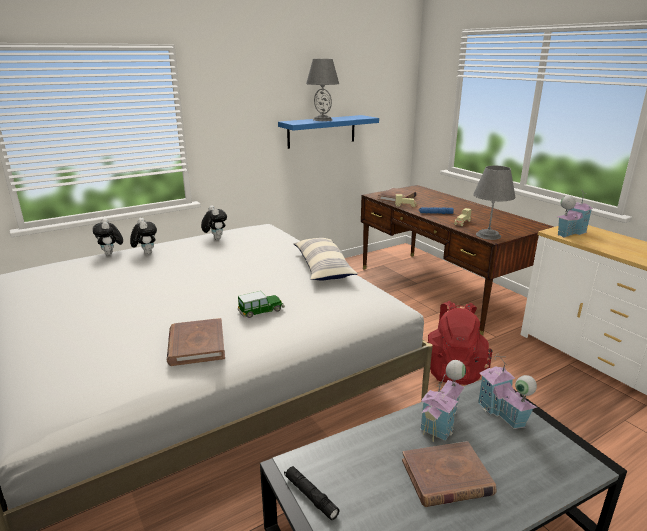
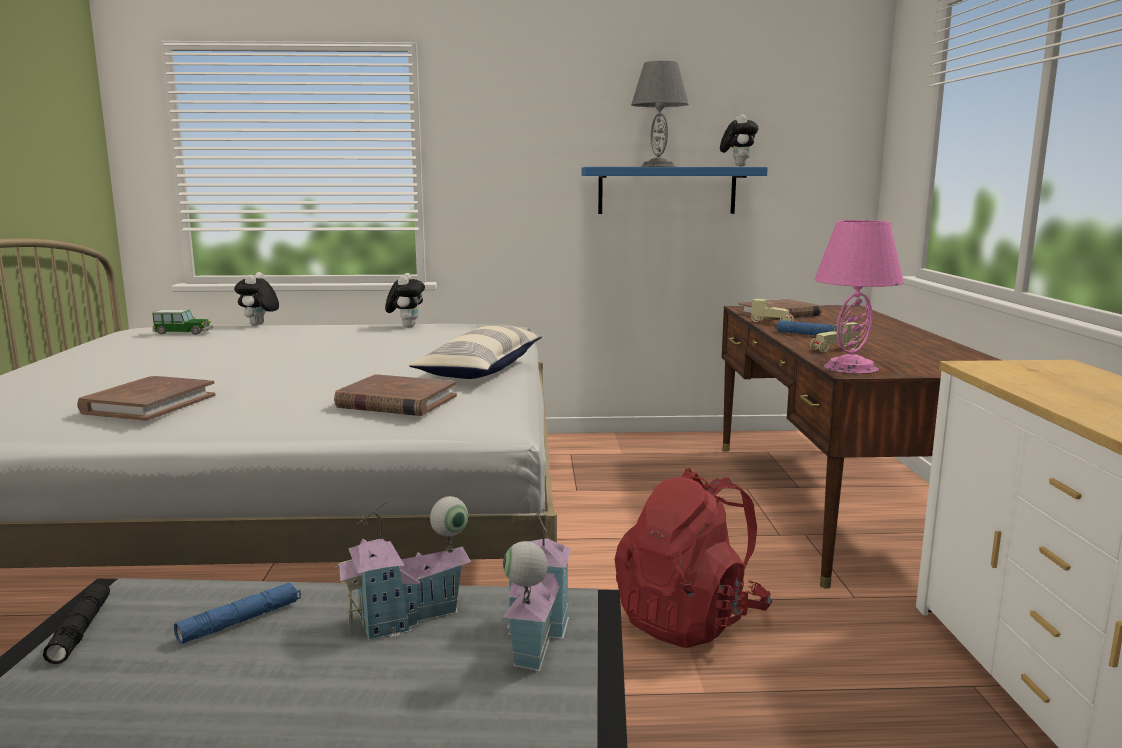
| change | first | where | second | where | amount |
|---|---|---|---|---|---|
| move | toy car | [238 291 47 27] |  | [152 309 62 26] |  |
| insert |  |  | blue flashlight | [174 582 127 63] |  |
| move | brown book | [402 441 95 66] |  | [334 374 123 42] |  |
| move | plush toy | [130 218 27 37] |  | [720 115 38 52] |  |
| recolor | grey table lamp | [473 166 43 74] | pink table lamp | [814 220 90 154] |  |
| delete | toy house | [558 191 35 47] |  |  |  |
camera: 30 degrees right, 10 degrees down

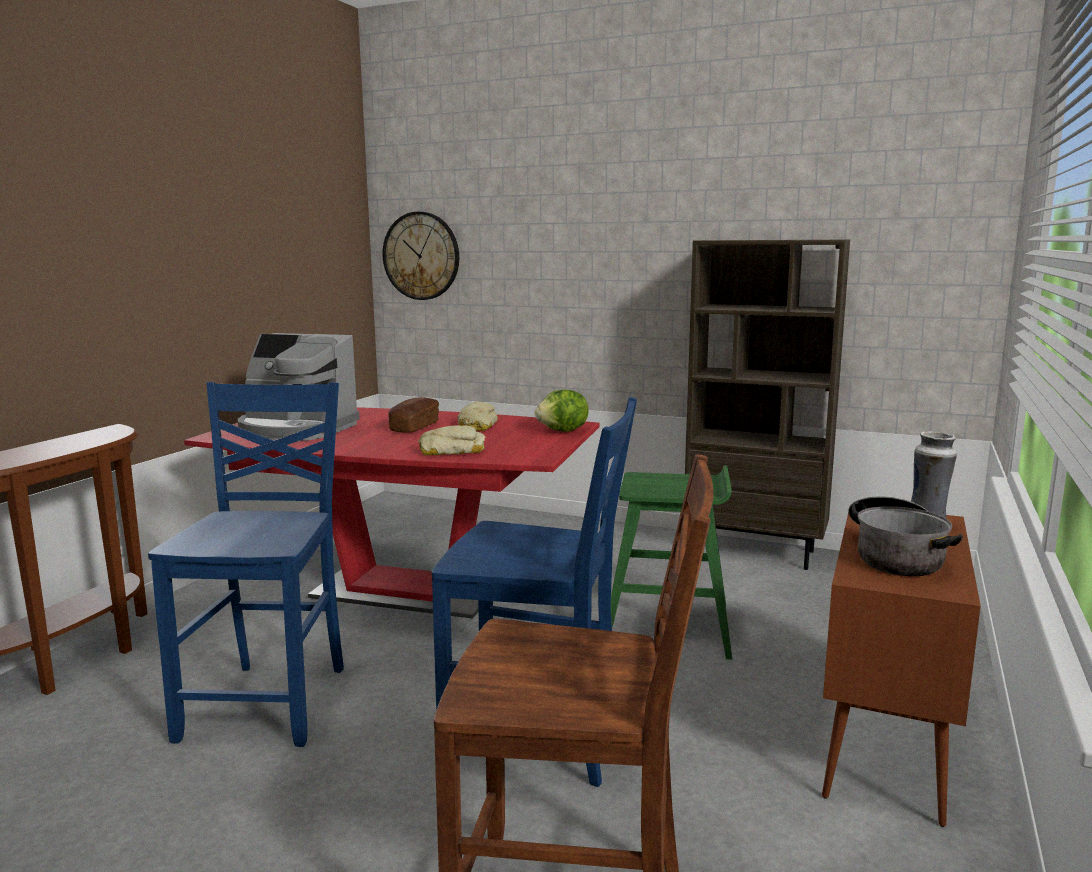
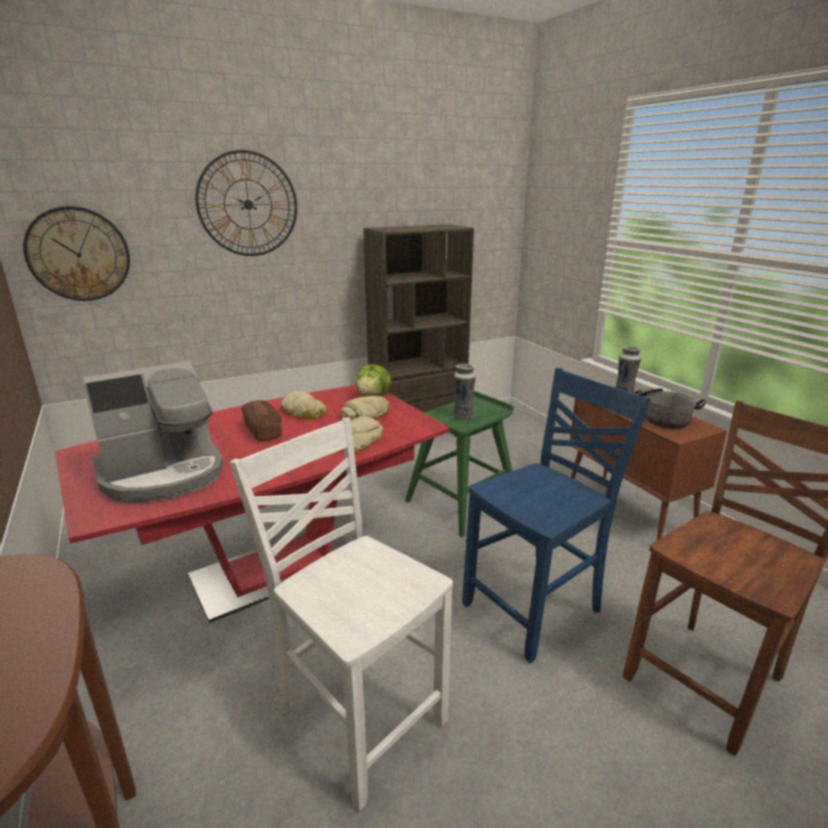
| change | first | where | second | where | amount |
|---|---|---|---|---|---|
| insert |  |  | wall clock | [195 150 102 106] |  |
| recolor | blue chair | [148 382 196 365] | white chair | [230 417 223 394] |  |
| insert |  |  | bread | [341 395 49 25] |  |
| insert |  |  | vase | [453 364 23 56] |  |
camera: 50 degrees left, 10 degrees up

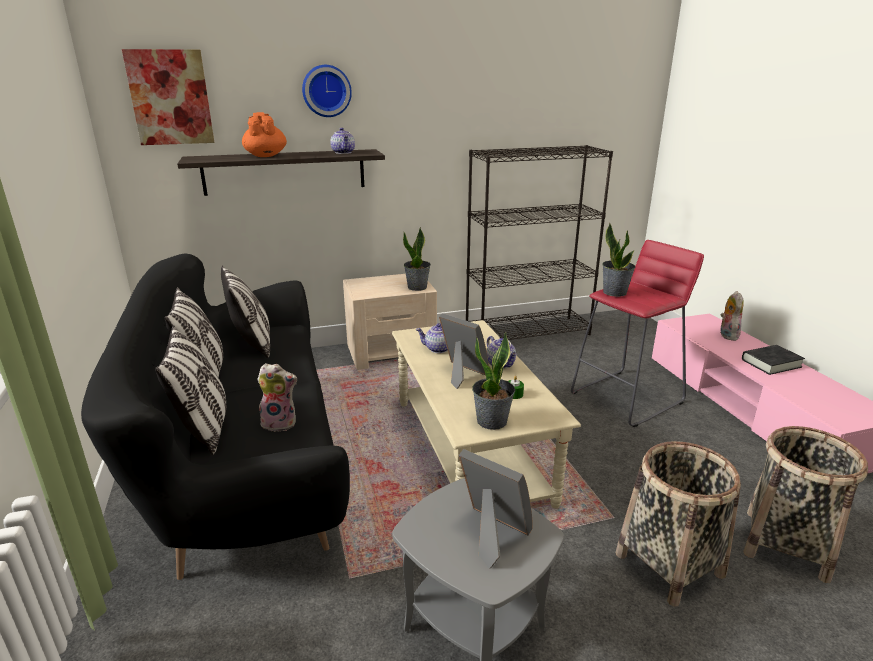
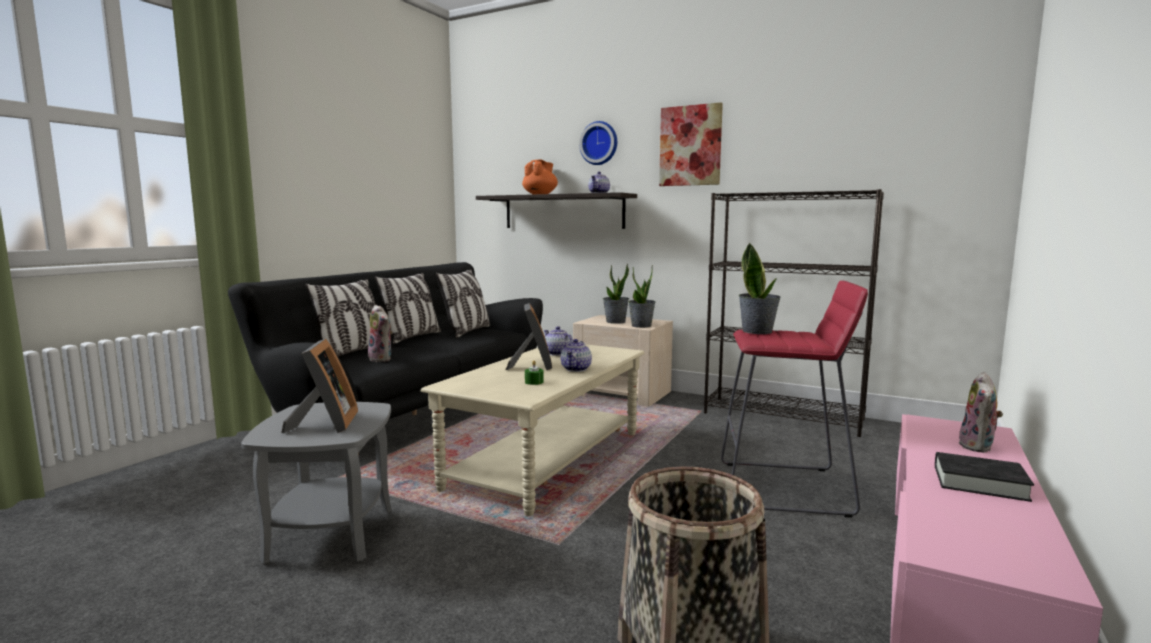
| change | first | where | second | where | amount |
|---|---|---|---|---|---|
| move | potted plant | [472 332 43 98] |  | [603 264 26 60] |  |
| move | picture | [122 49 92 96] |  | [659 102 64 84] |  |
| rotate | plush toy | [720 291 24 50] |  | [958 372 45 81] | 150 degrees clockwise |
| delete | basket | [616 441 125 166] |  |  |  |
camera: 45 degrees right, 15 degrees down

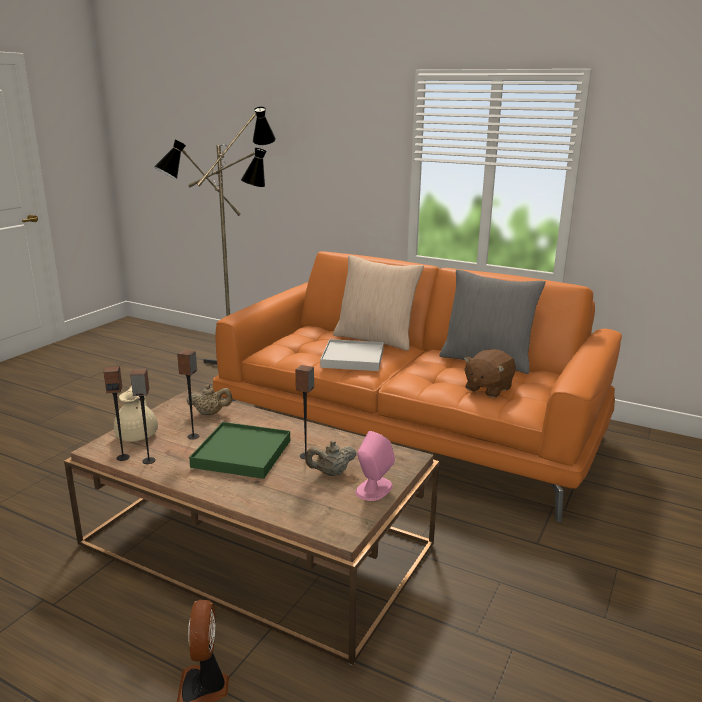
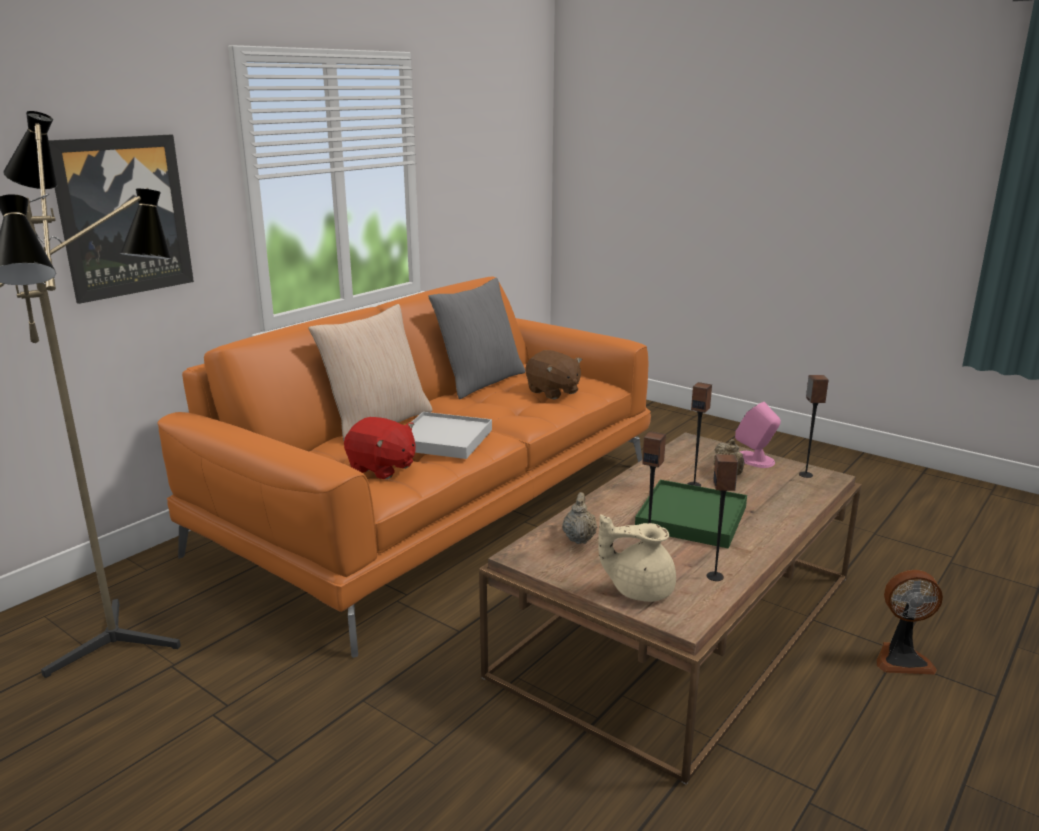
| change | first | where | second | where | amount |
|---|---|---|---|---|---|
| insert |  |  | picture | [49 135 145 169] |  |
| insert |  |  | red plush toy | [344 417 71 62] |  |
| move | speaker | [104 366 26 95] |  | [799 375 30 103] |  |
camera: 80 degrees left, 0 degrees up

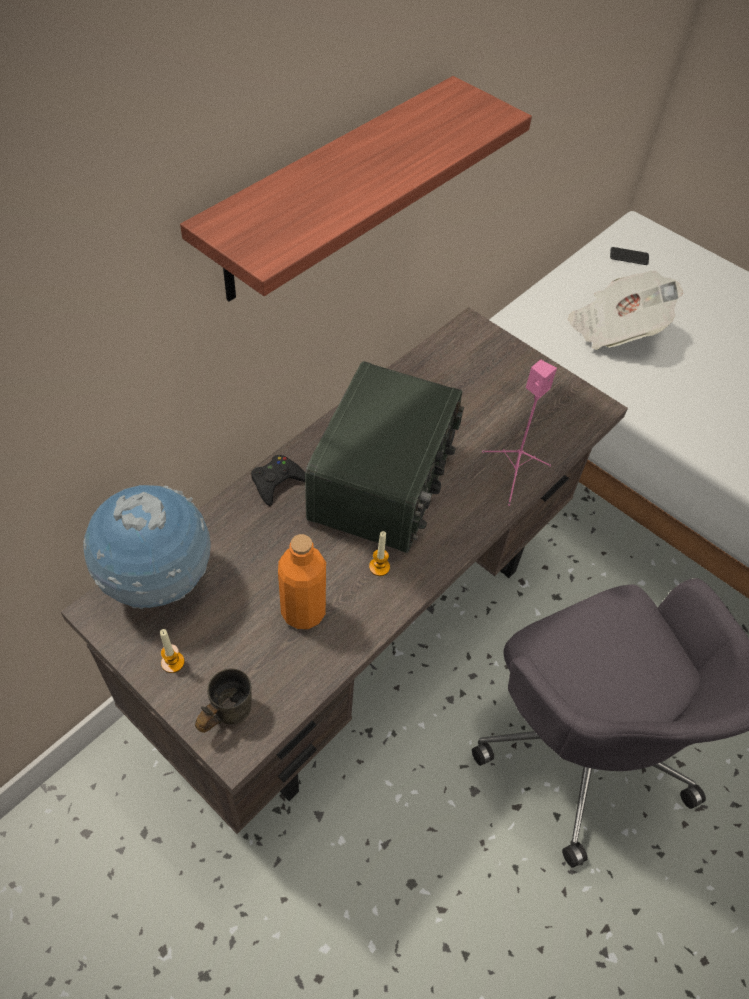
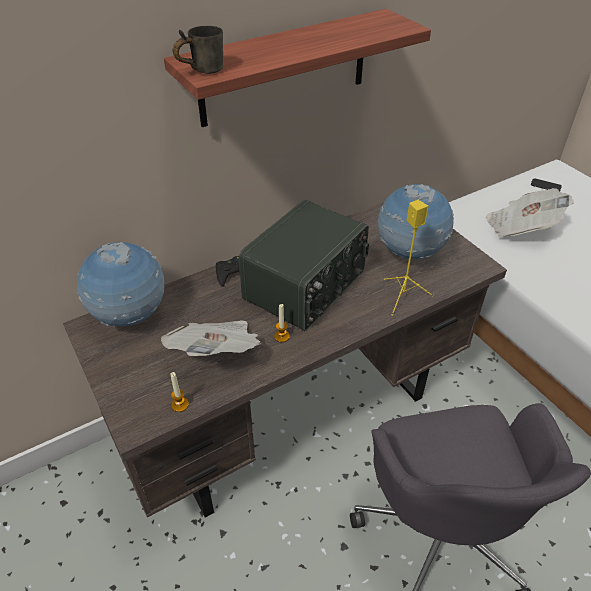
| change | first | where | second | where | amount |
|---|---|---|---|---|---|
| replace | orange bottle | [278 534 48 95] | newspaper | [161 320 100 36] |  |
| move | candle | [160 629 25 44] |  | [170 372 19 40] |  |
| move | grey mug | [195 668 57 65] |  | [173 26 50 48] |  |
| insert |  |  | globe | [377 184 77 75] |  |
| recolor | pink speaker | [482 360 75 146] | yellow speaker | [384 200 49 116] |  |
camera: 20 degrees right, 10 degrees down

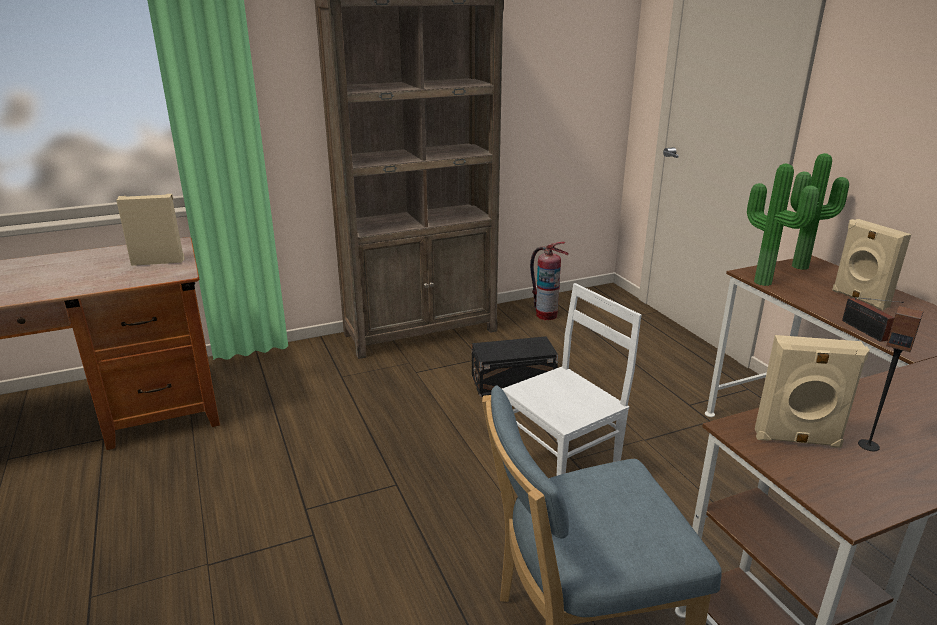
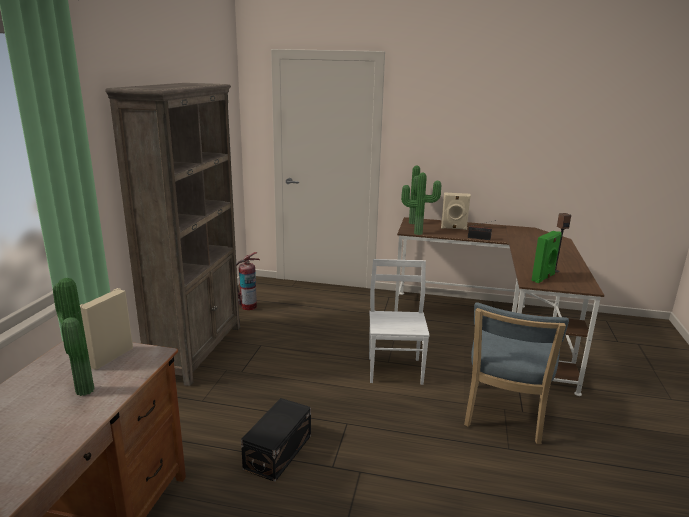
| change | first | where | second | where | amount |
|---|---|---|---|---|---|
| insert |  |  | potted plant | [53 278 41 118] |  |
| move | black storage box | [472 336 86 61] |  | [241 398 70 84] |  |
| recolor | beige speaker | [755 335 114 113] | green speaker | [531 231 31 52] |  |
camera: 55 degrees left, 5 degrees down

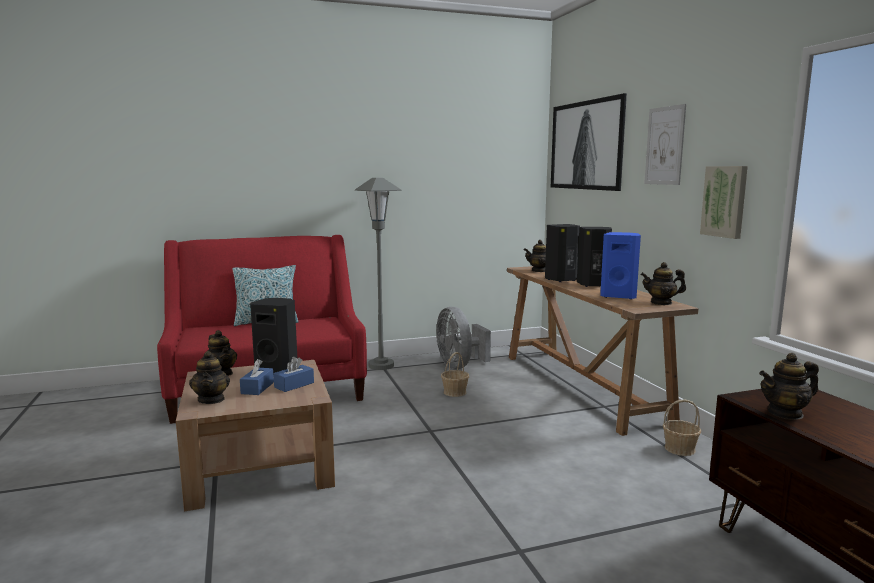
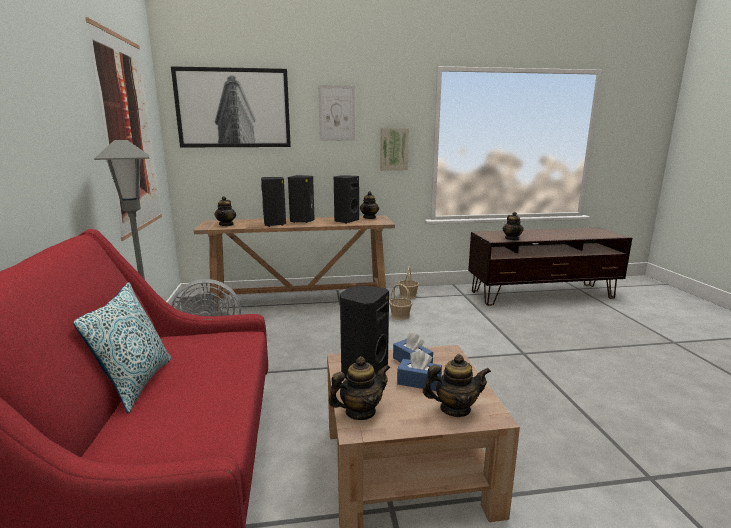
| change | first | where | second | where | amount |
|---|---|---|---|---|---|
| insert |  |  | picture | [85 17 77 224] |  |
| recolor | blue speaker | [600 232 41 68] | black speaker | [334 175 25 49] |  |
| move | basket | [441 352 28 45] |  | [389 284 23 36] |  |
camera: 80 degrees left, 5 degrees up

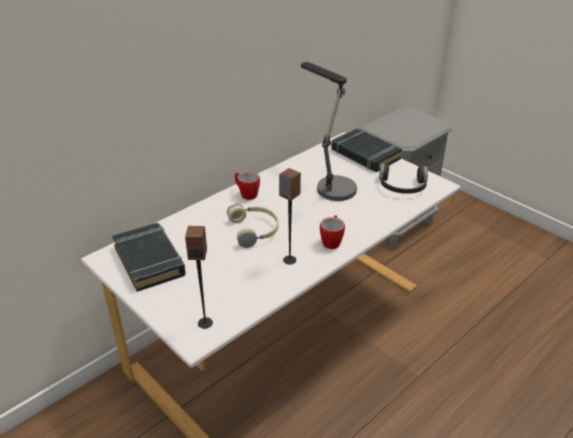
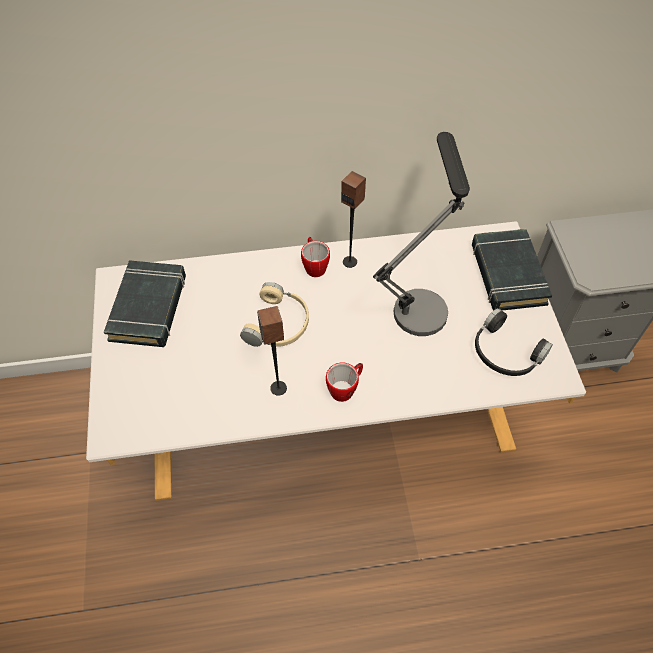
| change | first | where | second | where | amount |
|---|---|---|---|---|---|
| move | speaker | [185 226 28 103] |  | [341 171 25 97] |  |
camera: 35 degrees right, 20 degrees up

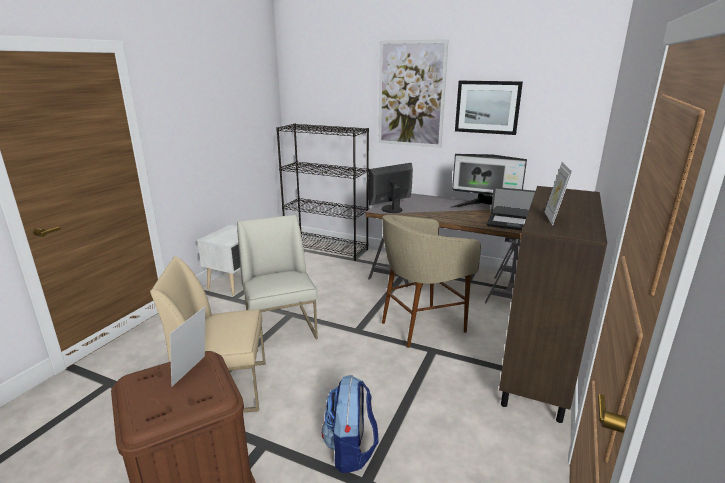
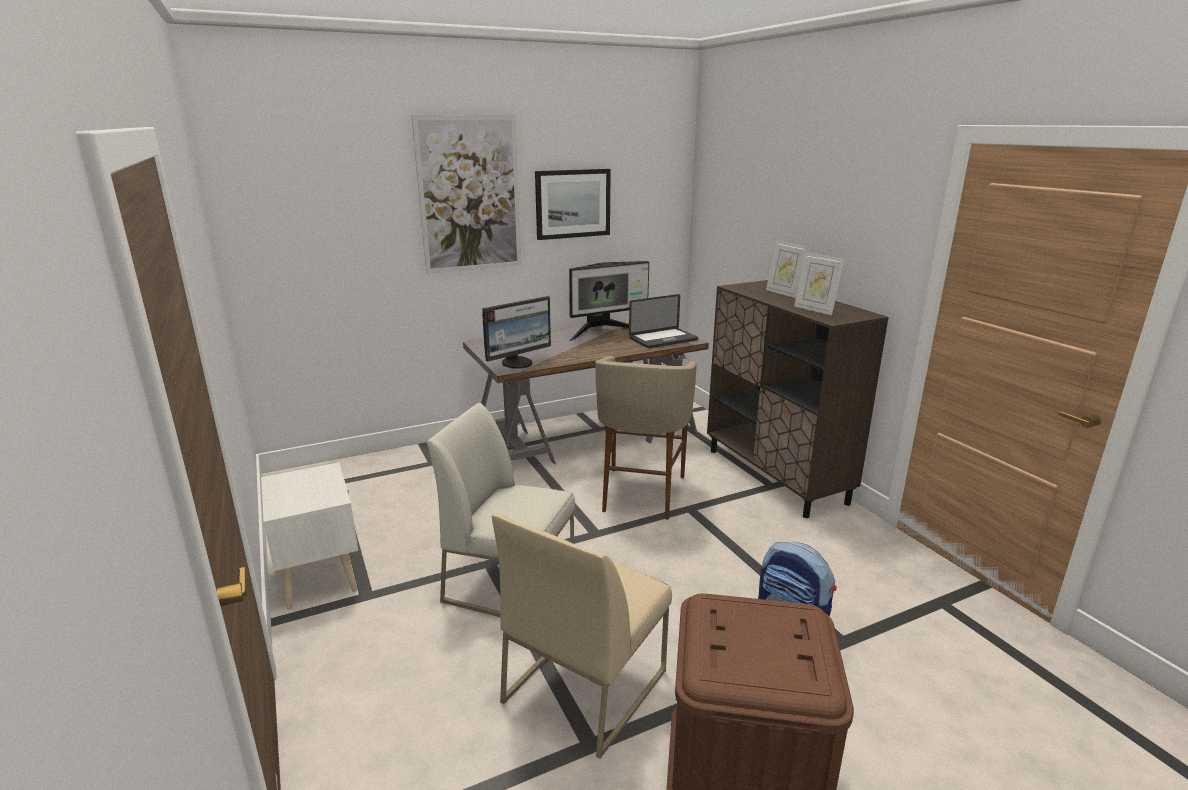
| change | first | where | second | where | amount |
|---|---|---|---|---|---|
| rotate | monitor | [368 163 45 50] |  | [482 296 69 73] | 135 degrees counterclockwise |
| move | picture frame | [170 307 35 80] |  | [766 241 42 57] |  |
| delete | black bookcase | [276 123 93 138] |  |  |  |
camera: 50 degrees left, 0 degrees up

